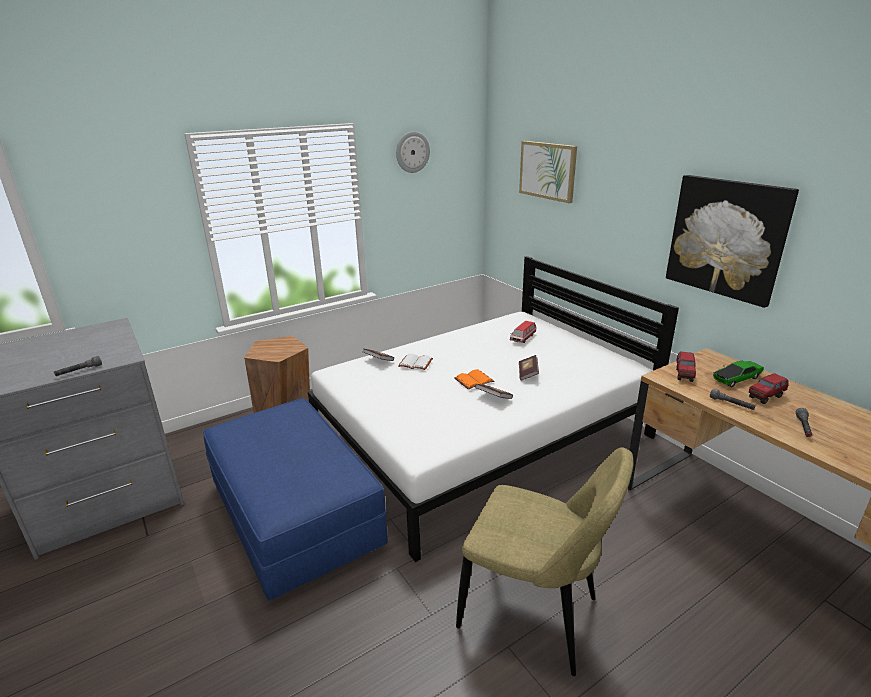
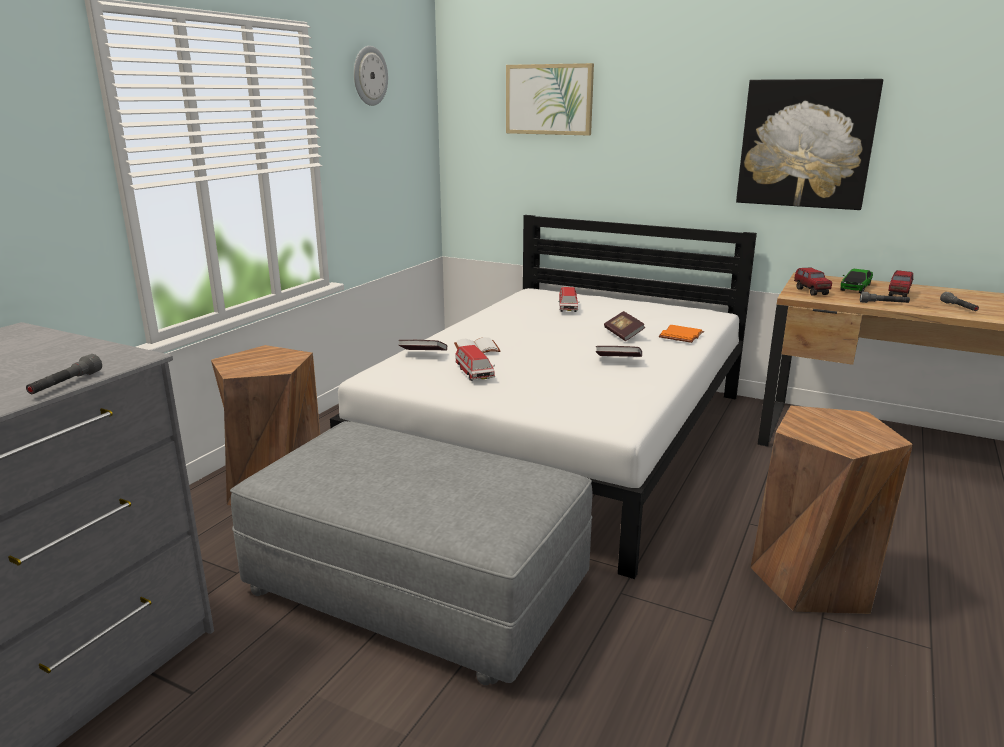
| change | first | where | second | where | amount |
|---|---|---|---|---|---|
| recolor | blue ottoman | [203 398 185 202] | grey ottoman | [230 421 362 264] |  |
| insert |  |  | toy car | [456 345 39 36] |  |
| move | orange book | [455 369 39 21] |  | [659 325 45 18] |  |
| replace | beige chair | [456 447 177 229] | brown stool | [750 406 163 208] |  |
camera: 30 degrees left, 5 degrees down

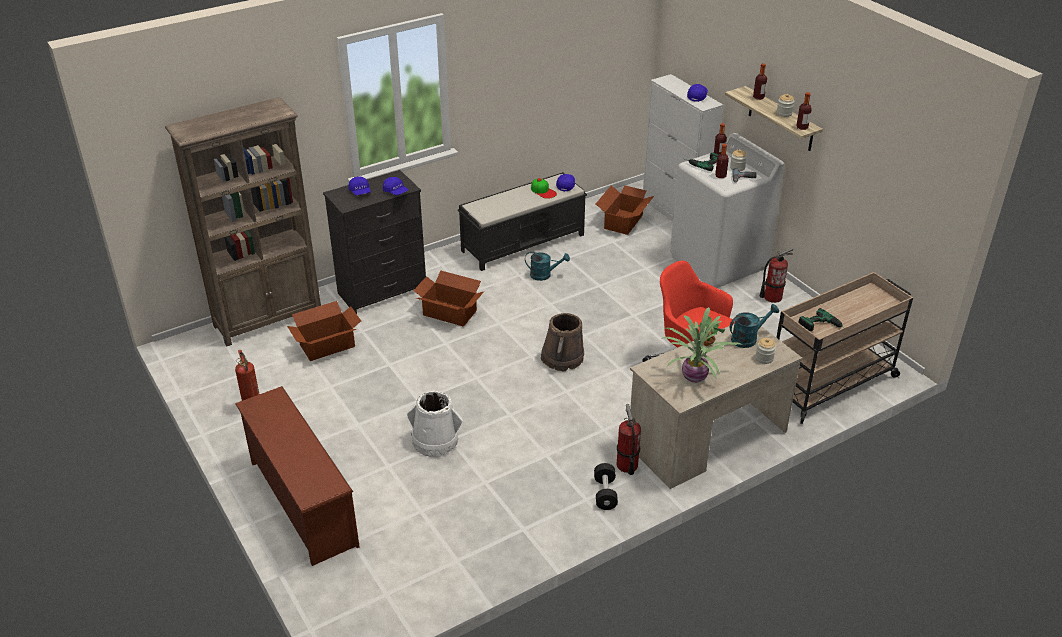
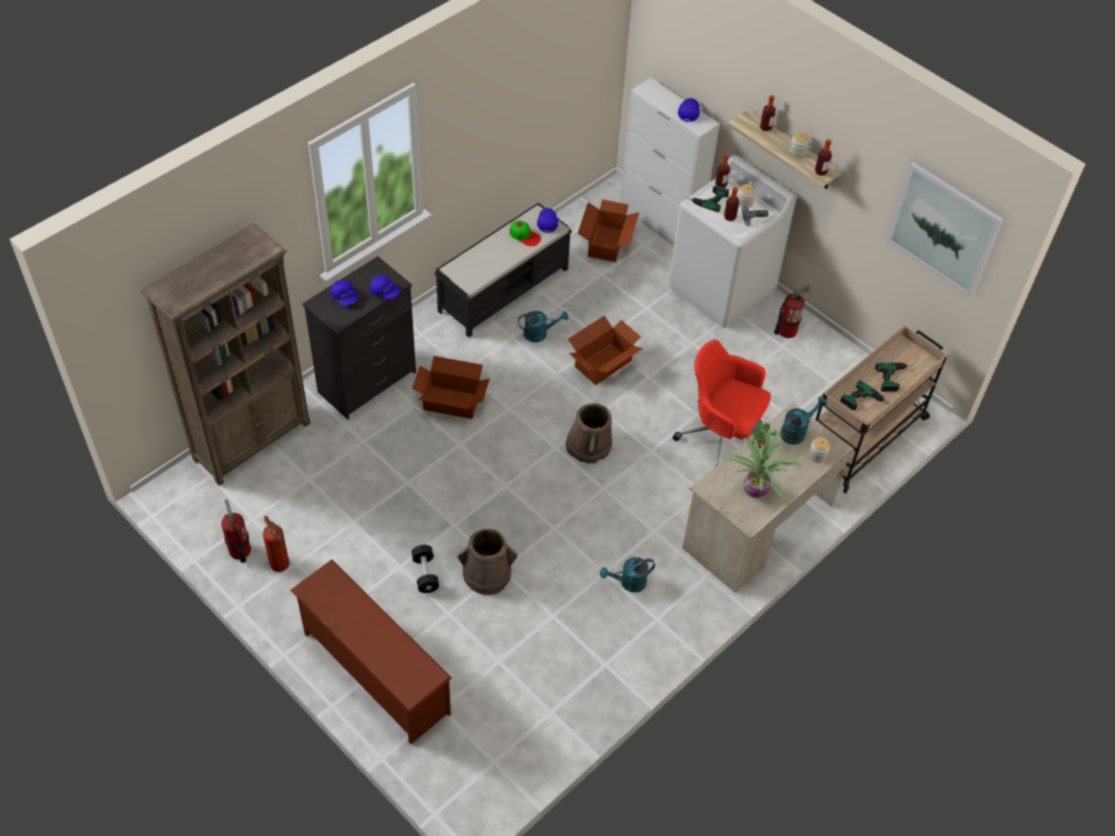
| change | first | where | second | where | amount |
|---|---|---|---|---|---|
| move | fire extinguisher | [617 404 24 71] |  | [221 499 30 64] |  |
| move | black dumbbell | [594 463 24 47] |  | [411 545 28 48] |  |
| recolor | white bucket | [407 390 56 67] | brown bucket | [458 529 60 66] |  |
| move | cardboard box | [287 301 74 60] |  | [568 315 75 70] |  |
| insert |  |  | turquoise watering can | [600 557 55 35] |  |
| insert |  |  | power drill | [875 362 32 30] |  |
| insert |  |  | picture | [886 162 117 135] |  |
camera: 15 degrees left, 15 degrees up

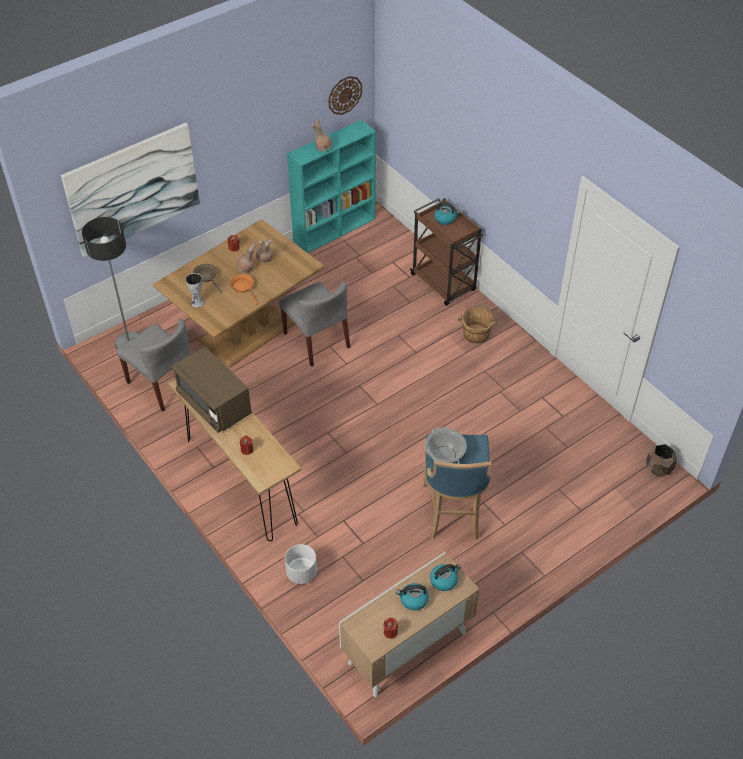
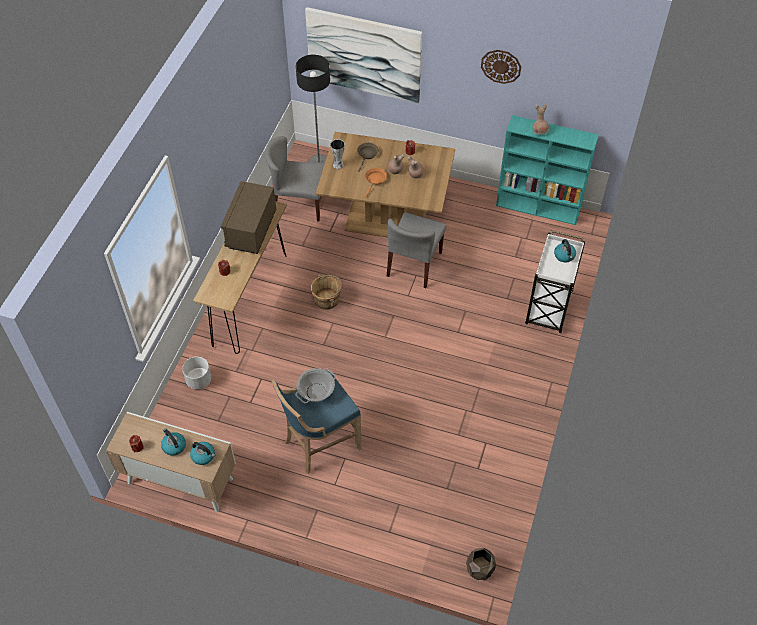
| change | first | where | second | where | amount |
|---|---|---|---|---|---|
| rotate | grey chair | [117 319 74 92] |  | [265 136 60 85] | 90 degrees clockwise |
| move | brown bucket | [457 304 41 40] |  | [311 275 31 35] |  |
| move | wall clock | [328 76 34 39] |  | [481 50 40 34] |  |
| recolor | brown cart | [410 198 73 108] | white cart | [525 231 60 102] |  |
camera: 55 degrees right, 5 degrees up

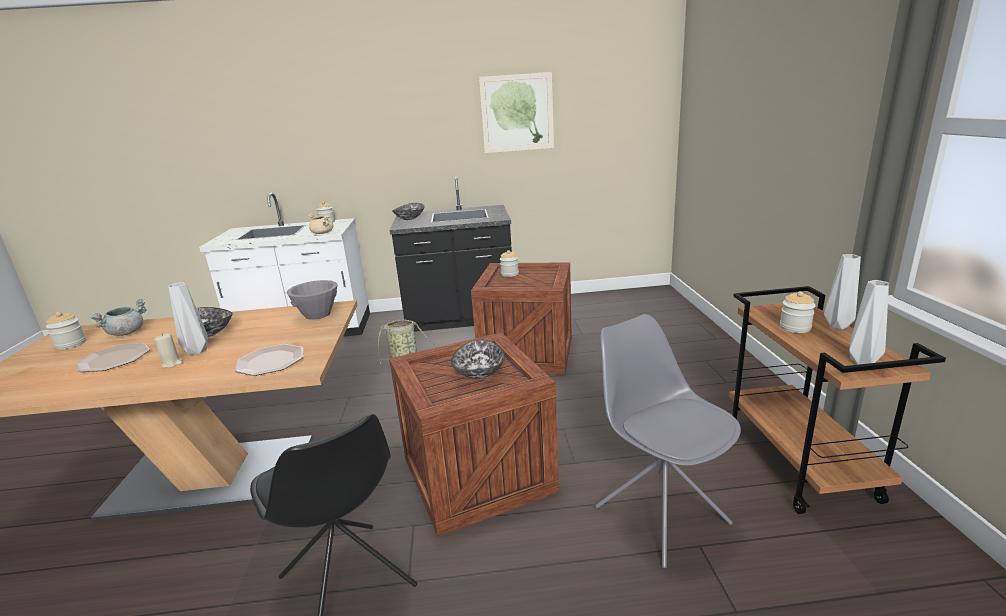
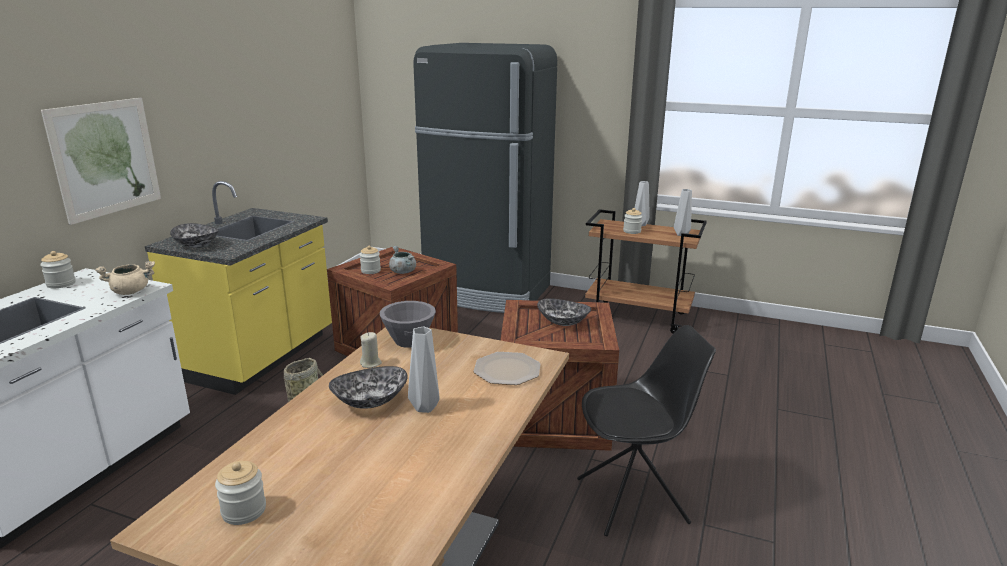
| change | first | where | second | where | amount |
|---|---|---|---|---|---|
| move | picture | [479 72 75 81] |  | [41 98 120 127] |  |
| recolor | black counter | [389 177 123 155] | yellow counter | [145 181 187 214] |  |
| move | beige candle | [154 333 29 35] |  | [360 332 22 36] |  |
| move | grey cooking pot | [90 299 56 37] |  | [389 246 27 28] |  |
| insert |  |  | black fridge | [413 43 144 270] |  |
| delete | plate | [75 343 75 29] |  |  |  |
| delete | grey chair | [595 314 146 254] |  |  |  |
camera: 65 degrees left, 0 degrees up

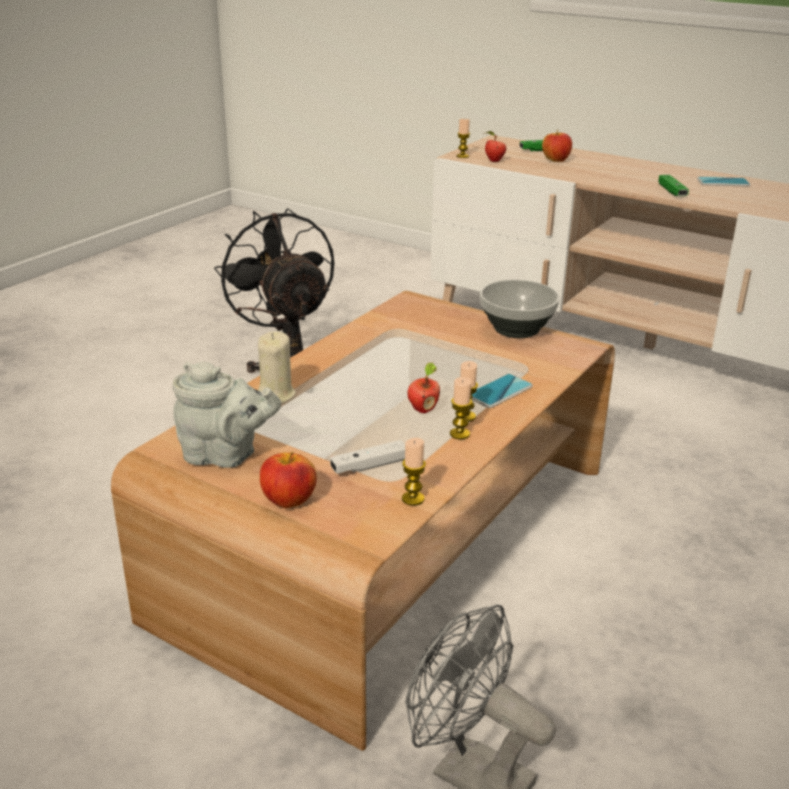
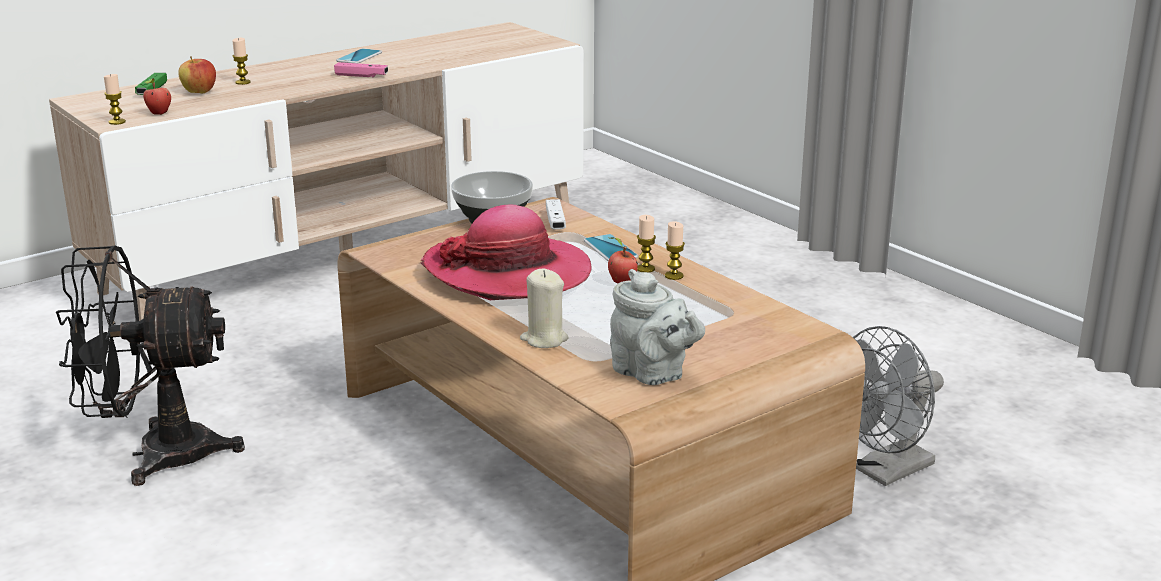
| change | first | where | second | where | amount |
|---|---|---|---|---|---|
| move | candle | [402 438 24 68] |  | [232 38 19 47] |  |
| recolor | green game controller | [658 175 31 21] | pink game controller | [334 62 54 15] |  |
| insert |  |  | hat | [421 205 171 95] |  |
| move | white game controller | [330 440 75 34] |  | [546 199 20 31] |  |
| rotate | grey teapot | [173 362 108 106] |  | [610 269 95 116] | 105 degrees clockwise |
| delete | apple | [260 452 57 56] |  |  |  |
camera: 70 degrees left, 5 degrees down

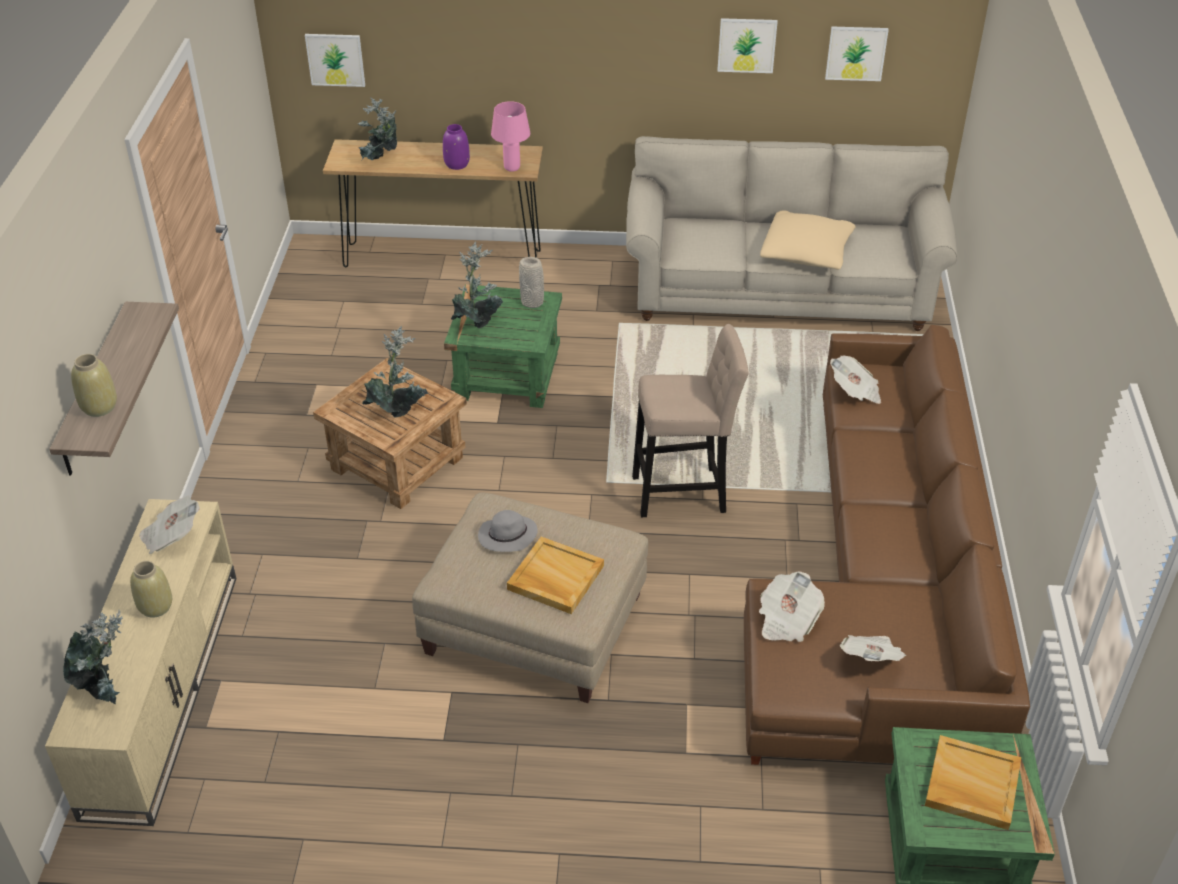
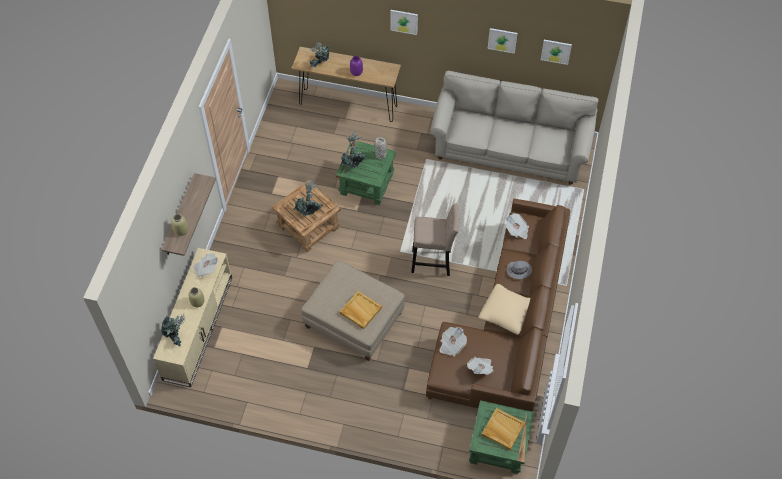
| change | first | where | second | where | amount |
|---|---|---|---|---|---|
| move | picture | [305 34 60 53] |  | [390 10 28 25] |  |
| move | beige pillow | [760 211 96 59] |  | [478 284 52 51] |  |
| move | grey hat | [478 510 60 42] |  | [507 261 25 18] |  |
| delete | pink table lamp | [491 101 39 71] |  |  |  |
camera: 10 degrees right, 15 degrees up

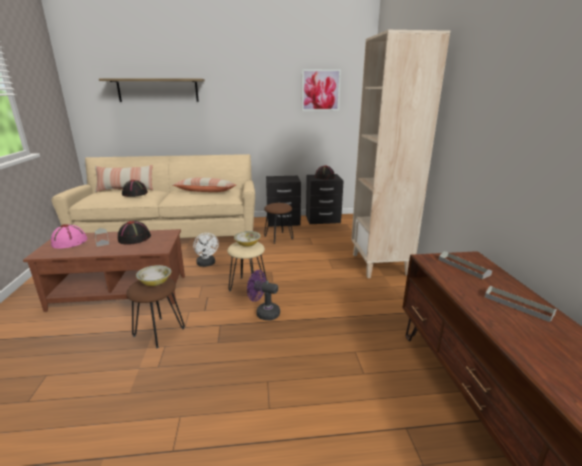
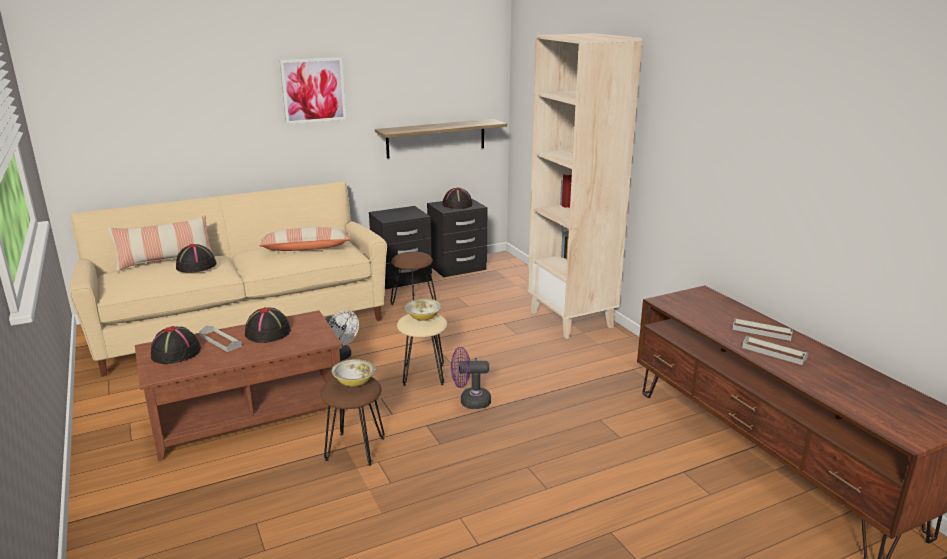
| change | first | where | second | where | amount |
|---|---|---|---|---|---|
| recolor | pink hat | [51 224 36 25] | black hat | [151 326 50 38] |  |
| move | picture | [301 69 40 42] |  | [280 57 66 67] |  |
| move | shelf | [99 78 106 24] |  | [375 119 132 39] |  |
| move | grey tray | [439 251 53 28] |  | [742 336 66 29] |  |
camera: 20 degrees left, 0 degrees up

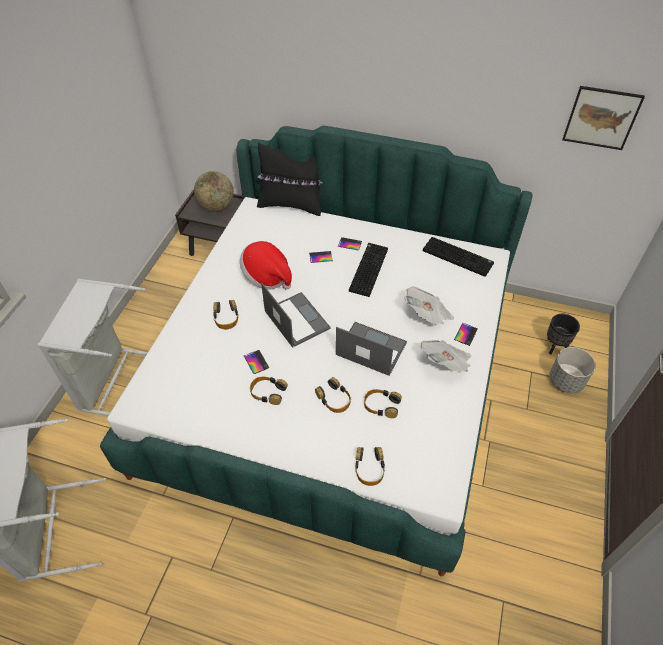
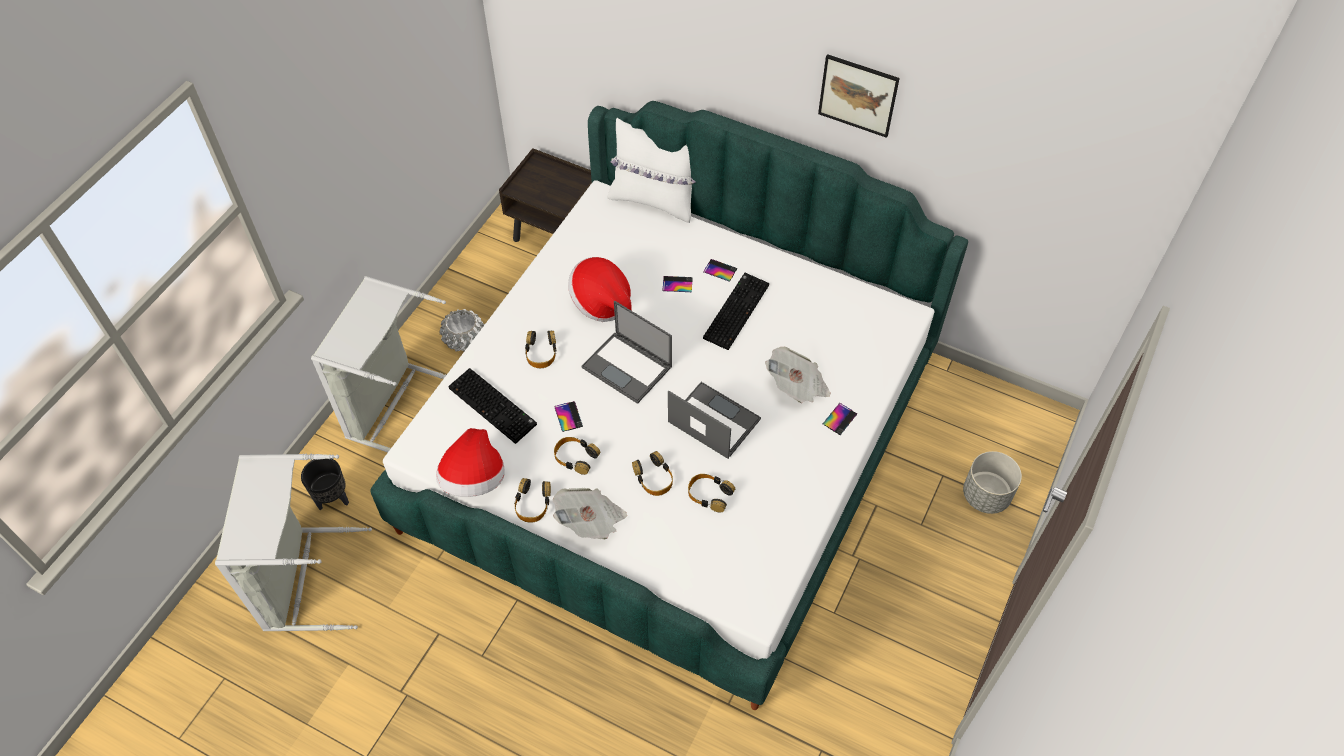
| change | first | where | second | where | amount |
|---|---|---|---|---|---|
| move | black planter | [547 314 33 40] |  | [301 458 48 52] |  |
| insert |  |  | hat | [436 428 69 69] |  |
| insert |  |  | white planter | [440 309 45 42] |  |
| move | keyboard | [423 237 71 40] |  | [448 368 89 76] |  |
| move | headphones | [355 447 30 39] |  | [514 478 37 45] |  |
| move | newspaper | [421 340 50 32] |  | [553 488 74 52] |  |
| rotate | laptop | [261 283 70 65] |  | [582 300 90 104] | 150 degrees clockwise |
| recolor | black pillow | [257 143 66 73] | white pillow | [607 118 89 105] |  |
| move | picture | [562 86 83 64] |  | [818 54 82 84] |  |
| delete | globe | [194 171 40 40] |  |  |  |
camera: 10 degrees right, 5 degrees up

